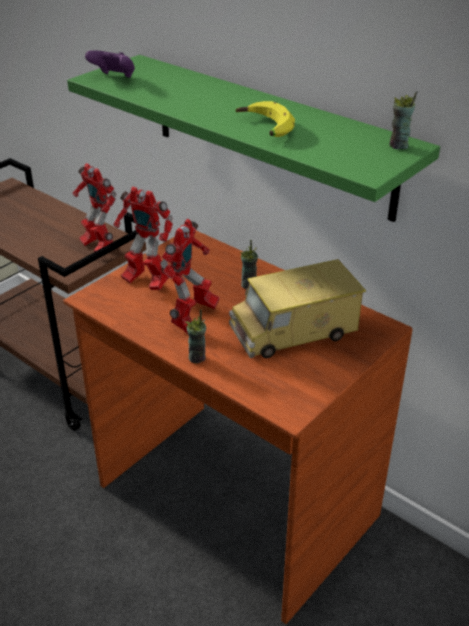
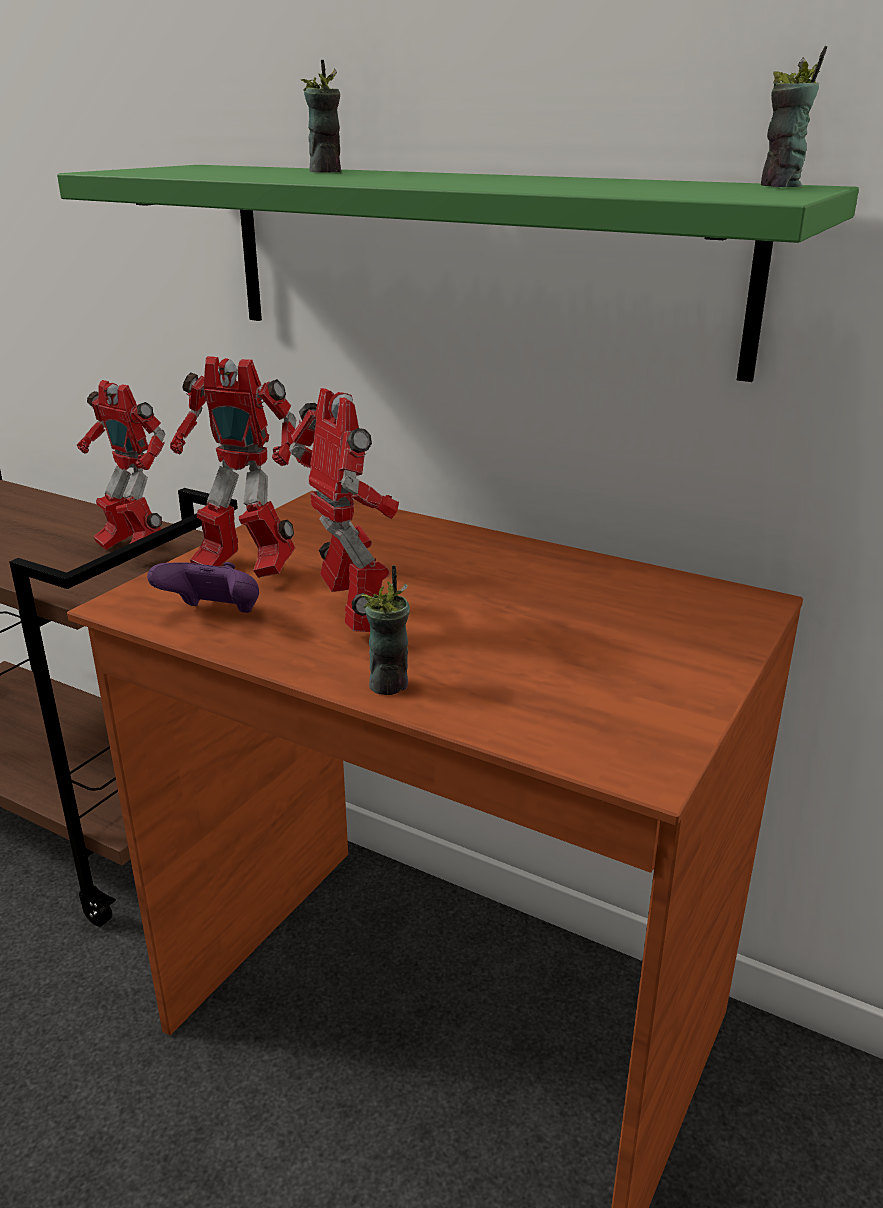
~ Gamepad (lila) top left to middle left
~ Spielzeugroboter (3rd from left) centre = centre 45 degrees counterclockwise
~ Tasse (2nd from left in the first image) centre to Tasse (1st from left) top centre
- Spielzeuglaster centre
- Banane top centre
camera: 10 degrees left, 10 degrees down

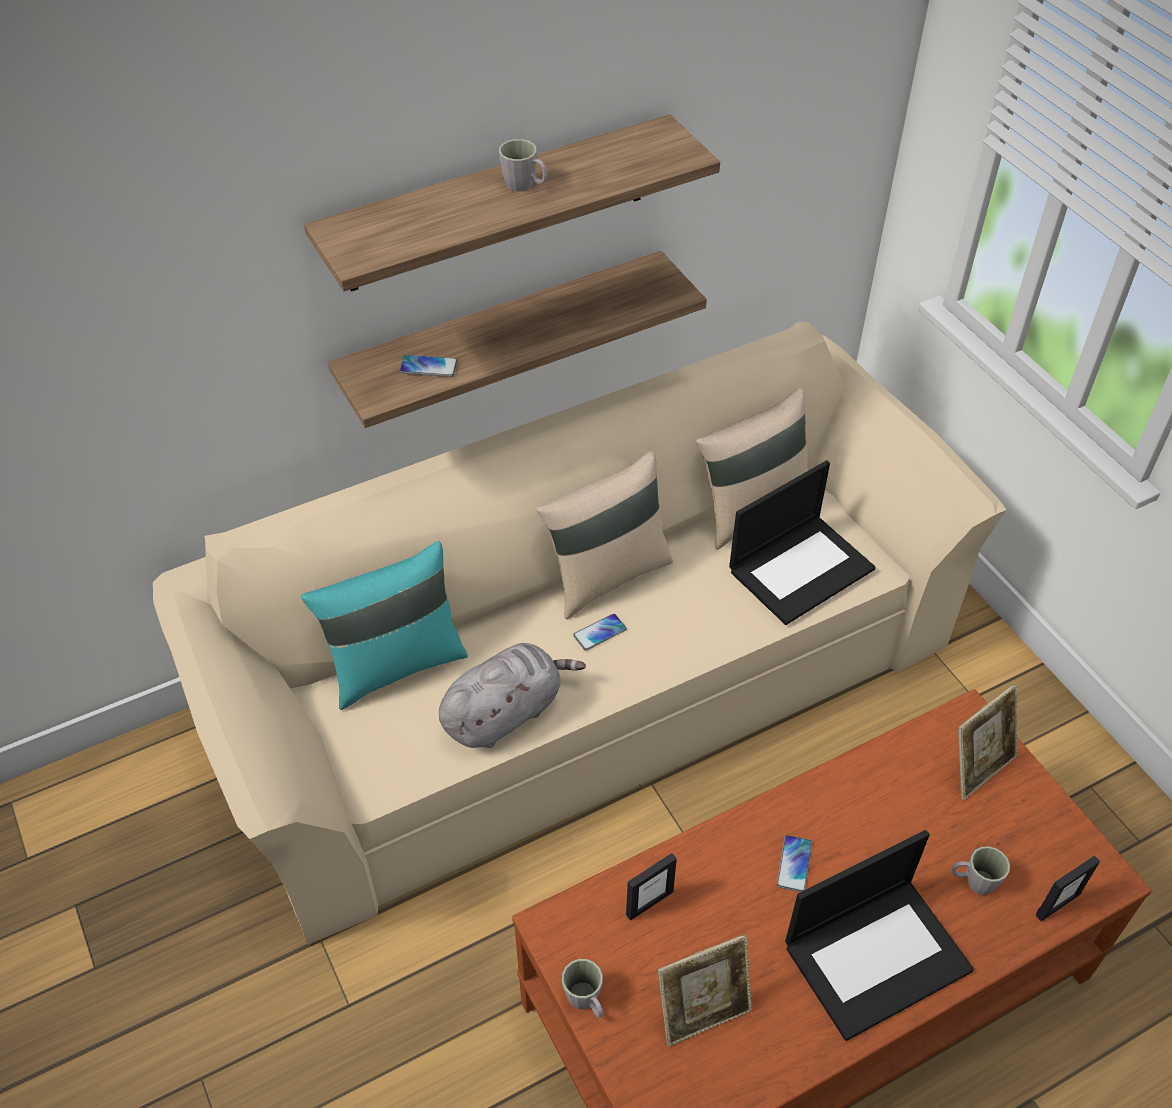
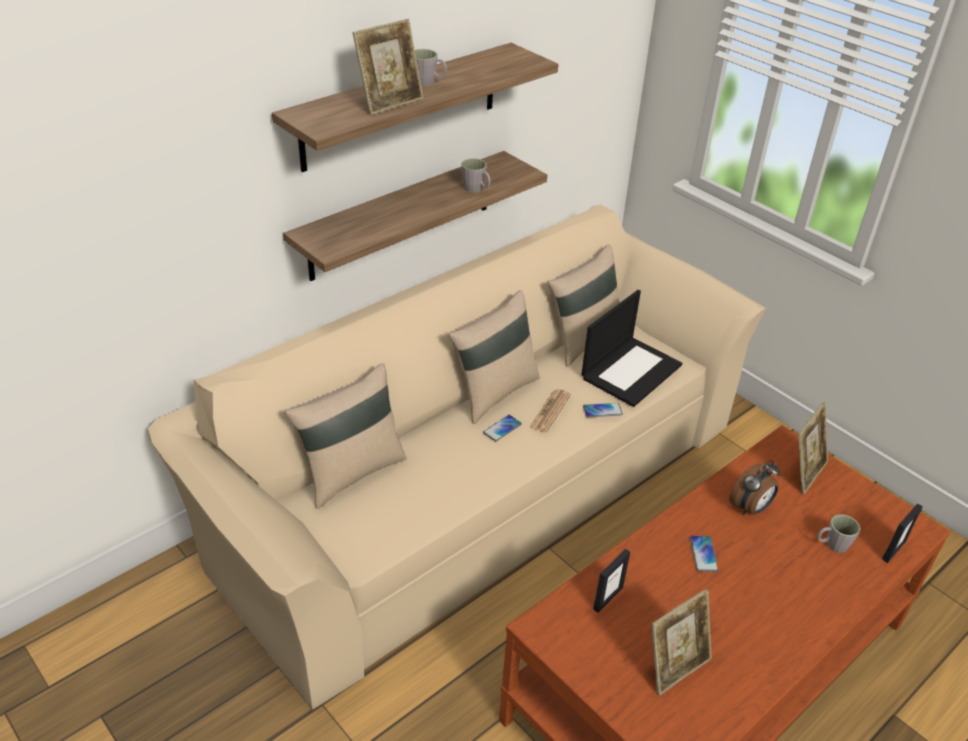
~ Kissen (türkis) middle left to Kissen (beige) (1st from left) centre
+ Bilderrahmen (1st from left) top centre
~ Henkelbecher (grau) (2nd from left) bottom centre to top centre
+ Zeitung centre
~ Handy (1st from left in the first image) top centre to Handy (2nd from left) centre
+ Wecker middle right
- Plüschtier (grau) centre
- Laptop (2nd from left) bottom right
camera: 15 degrees left, 10 degrees down

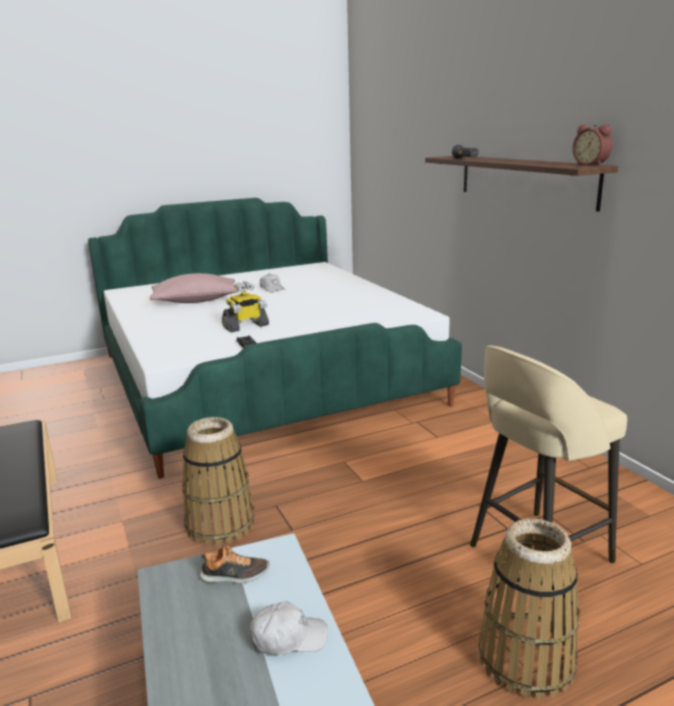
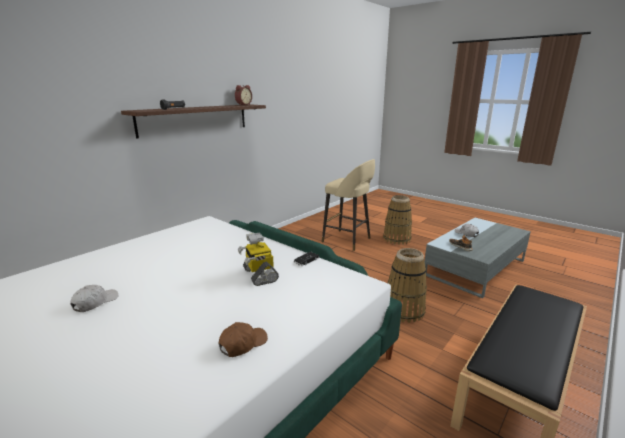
+ Kappe (braun) bottom centre
~ Spielzeugroboter centre = centre 150 degrees counterclockwise
- Kissen (rosa) middle left
camera: 115 degrees left, 0 degrees up

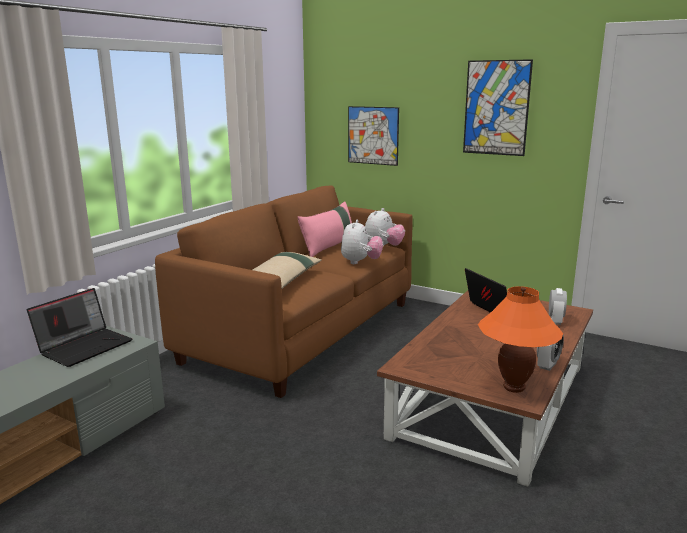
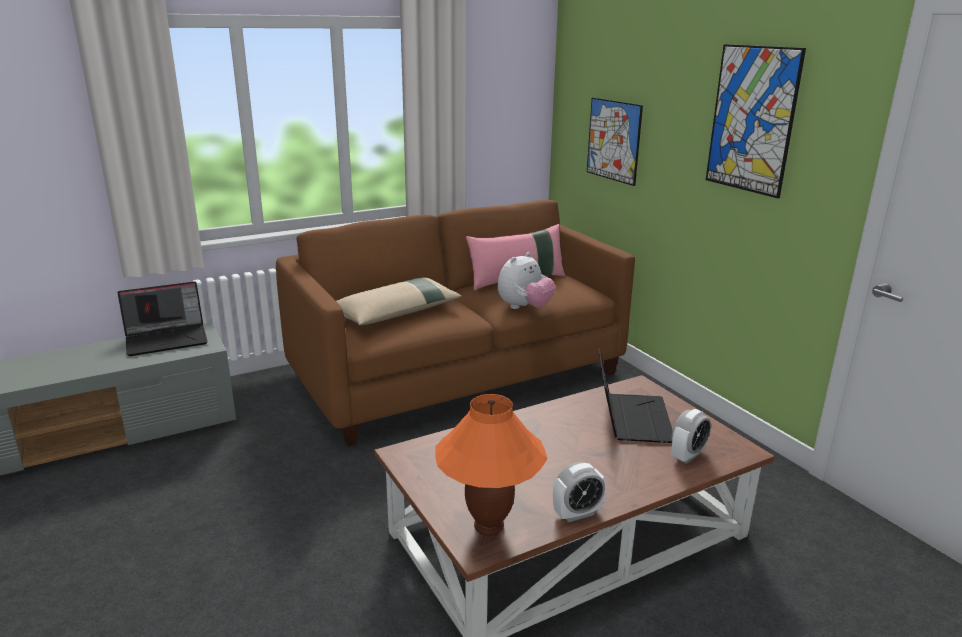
- Plüschtier (2nd from left) centre
camera: 30 degrees right, 5 degrees up

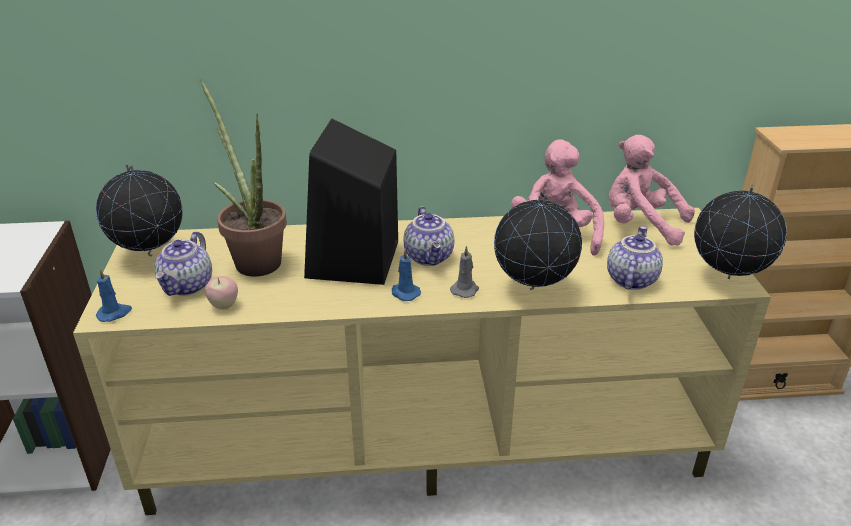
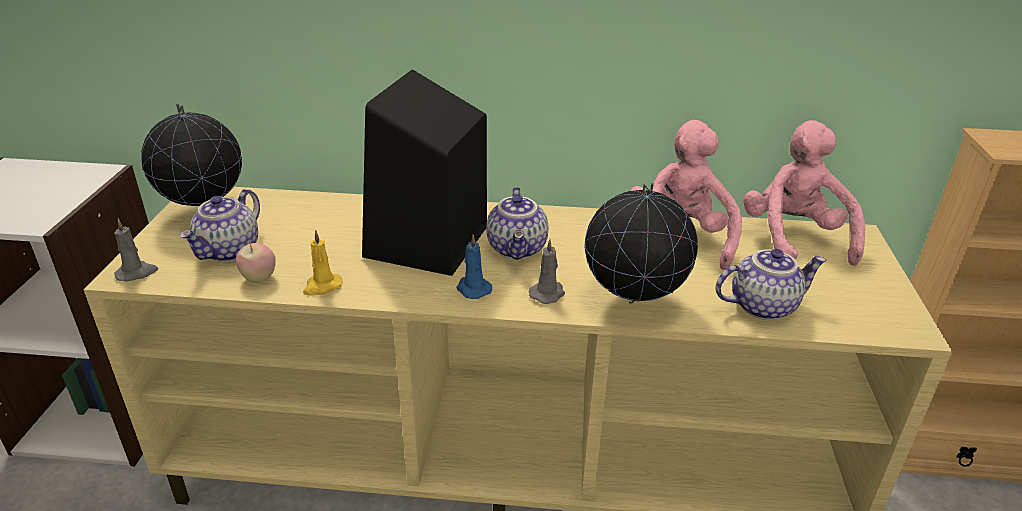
~ Kerze (blau) (1st from left) middle left to Kerze (grau) (1st from left) middle left
+ Kerze (gelb) middle left
~ Teekanne (3rd from left) middle right = middle right 45 degrees clockwise
~ Plüschtier (rosa) (2nd from left) middle right = middle right 45 degrees clockwise
- Topfpflanze middle left
- Globus (3rd from left) middle right
camera: 10 degrees right, 0 degrees up

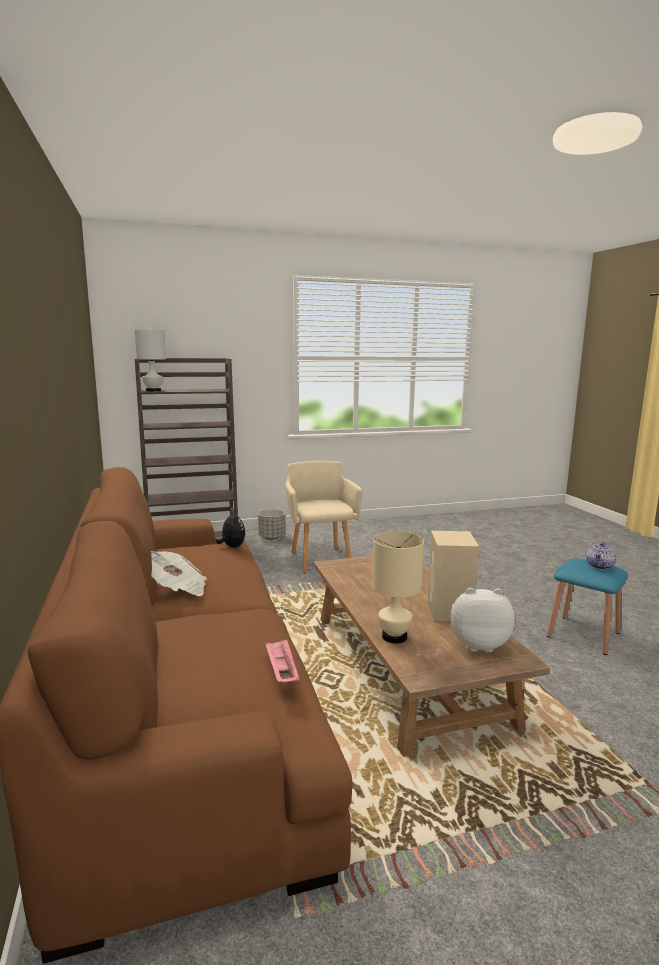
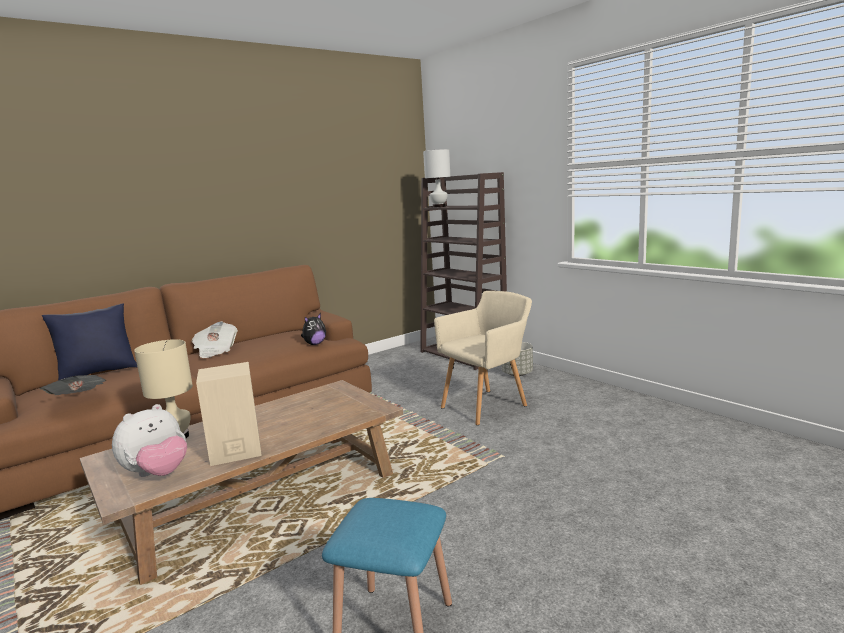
~ Tablett (rosa) bottom centre to Zeitung (1st from left) middle left
+ Kissen (blau) middle left
~ Plüschtier (2nd from left in the first image) middle right = bottom left 60 degrees clockwise
- Teekanne middle right
camera: 70 degrees right, 0 degrees up

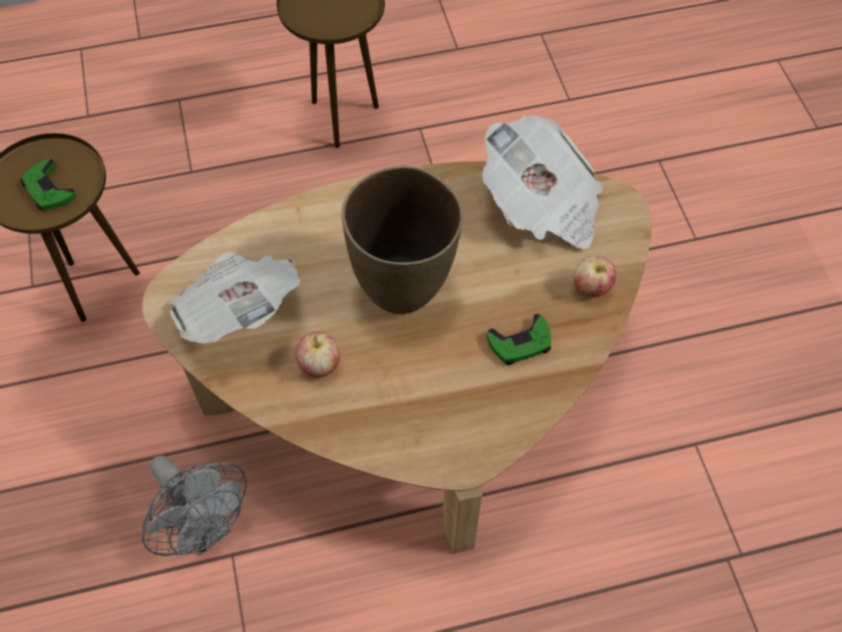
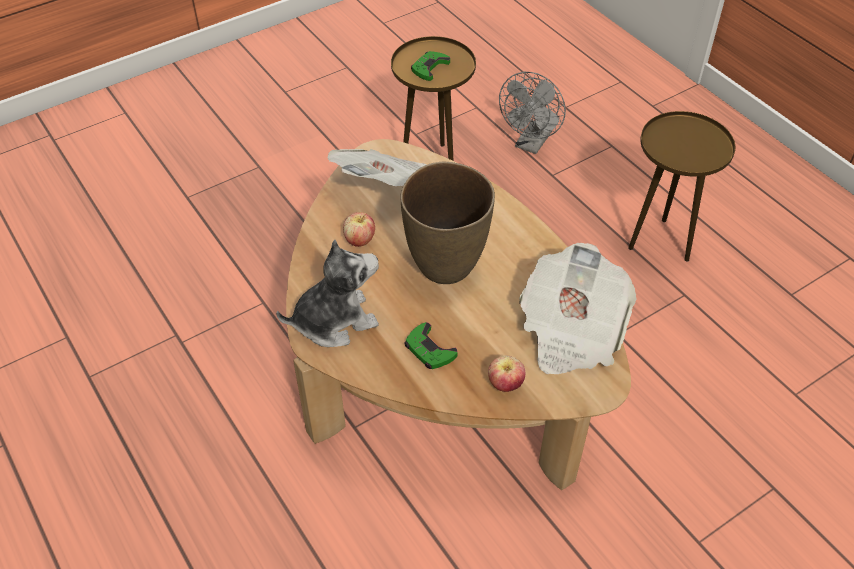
+ Plüschtier centre
~ Ventilator (grau) bottom left to top centre
camera: 70 degrees right, 10 degrees down

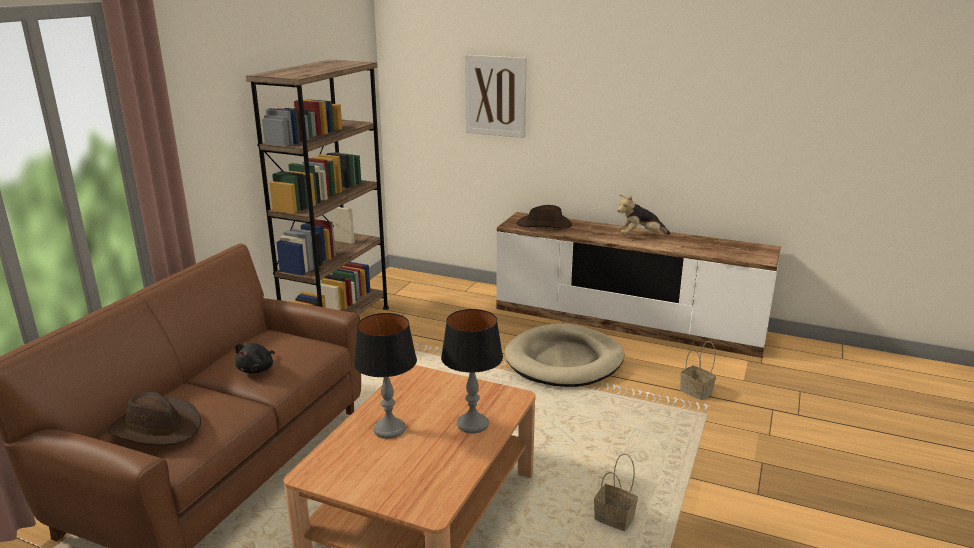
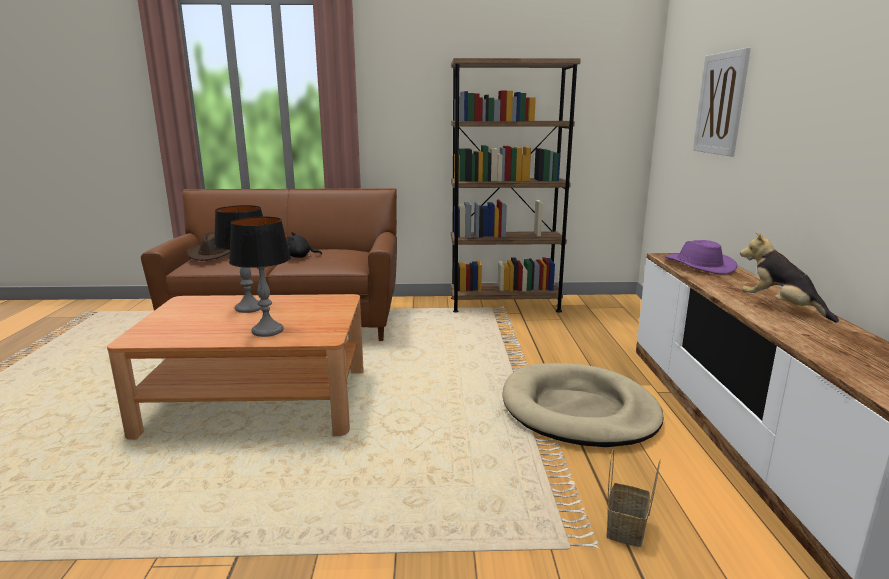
~ Hut (braun) (2nd from left) centre to Hut (lila) middle right
- Korb (1st from left) bottom centre
camera: 65 degrees right, 5 degrees down

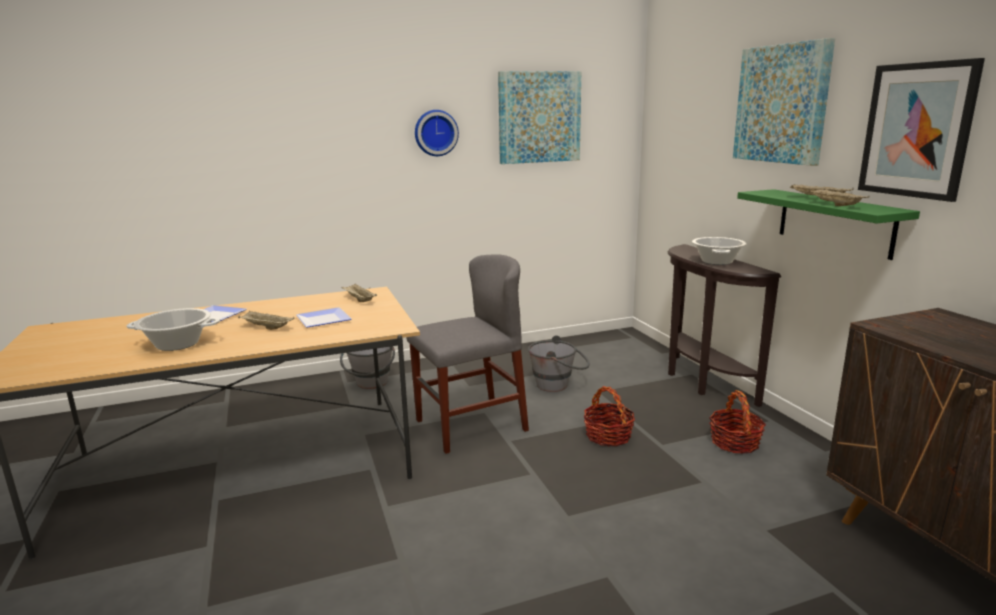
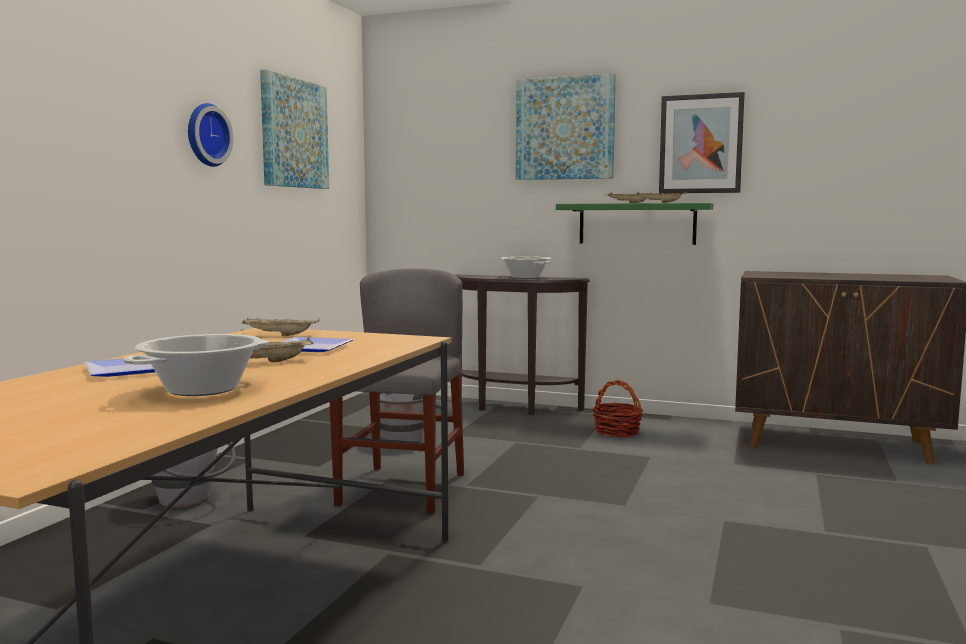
- Korb (1st from left) bottom centre
camera: 50 degrees left, 10 degrees down

